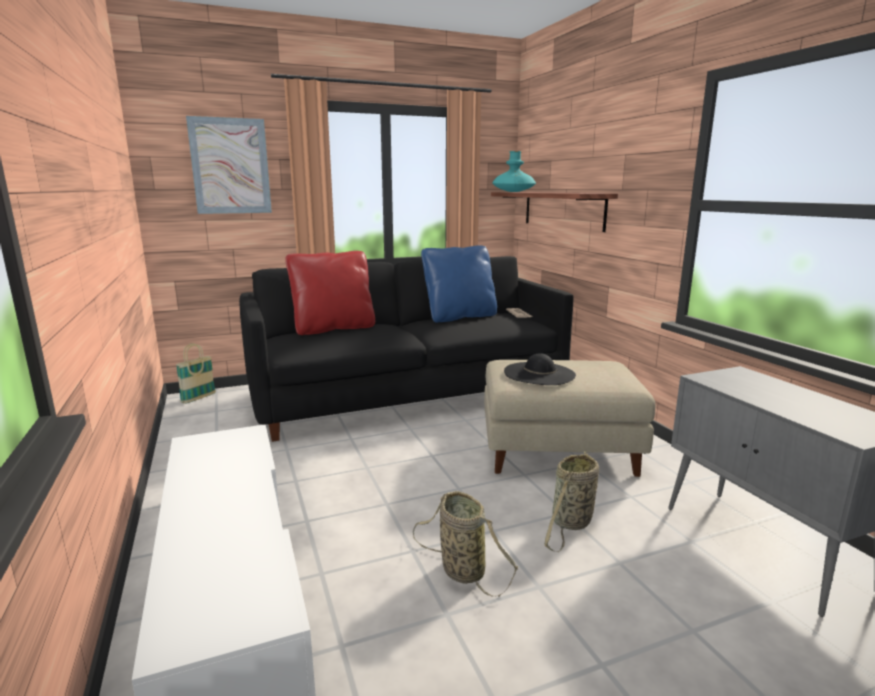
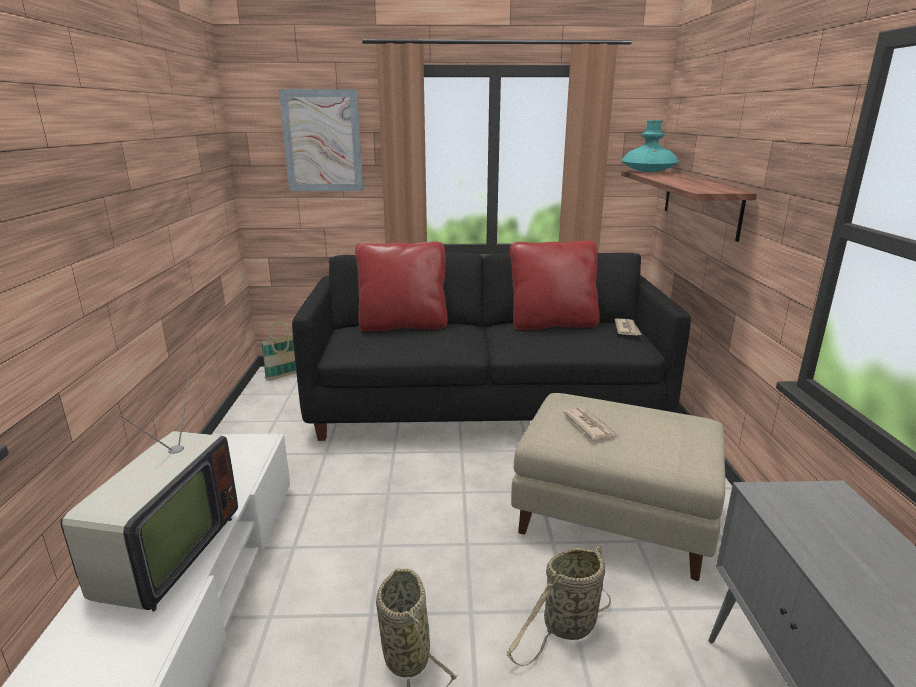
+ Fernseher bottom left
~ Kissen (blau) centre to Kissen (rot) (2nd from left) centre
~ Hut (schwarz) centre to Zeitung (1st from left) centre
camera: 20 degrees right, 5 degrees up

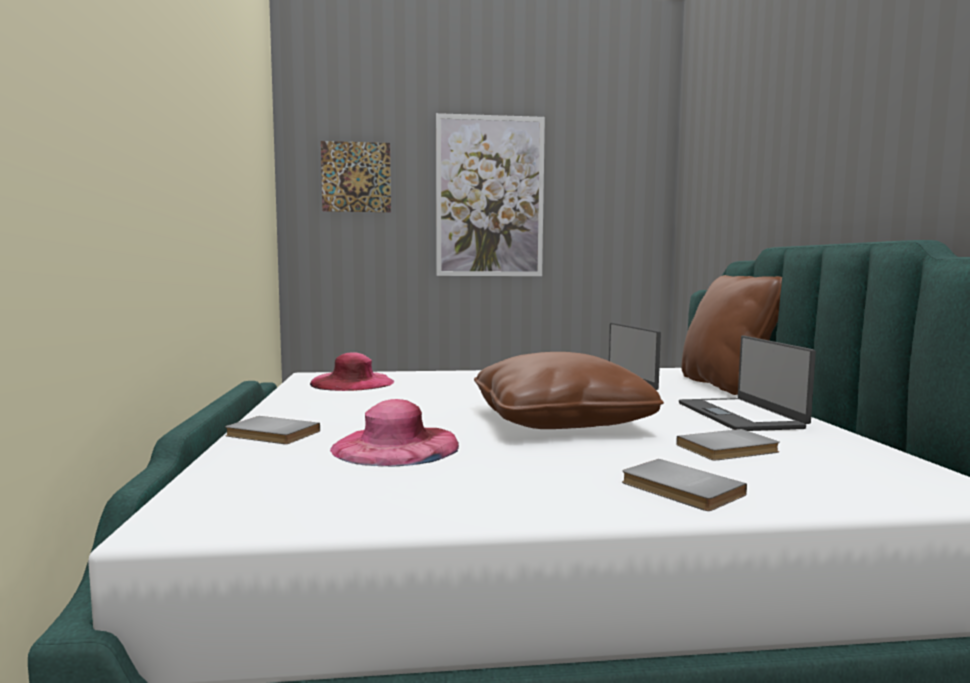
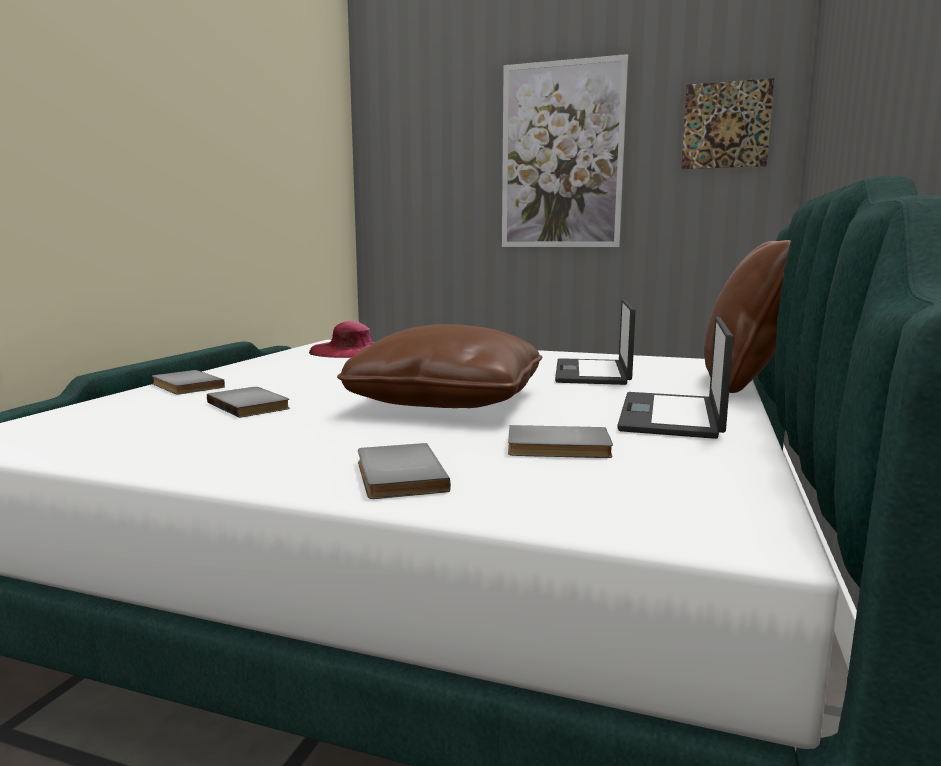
~ Hut (rosa) (2nd from left) centre to Buch (grau) (2nd from left) middle left
~ Bild (1st from left in the first image) top centre to Bild (2nd from left) top right
camera: 25 degrees right, 5 degrees up

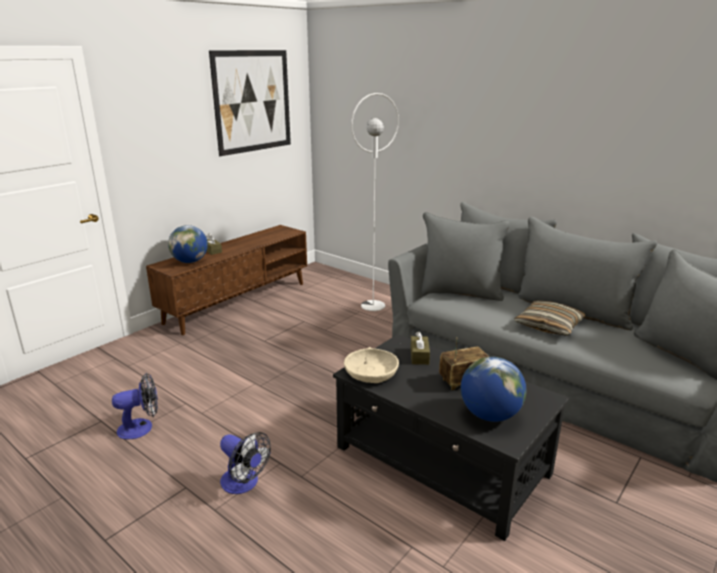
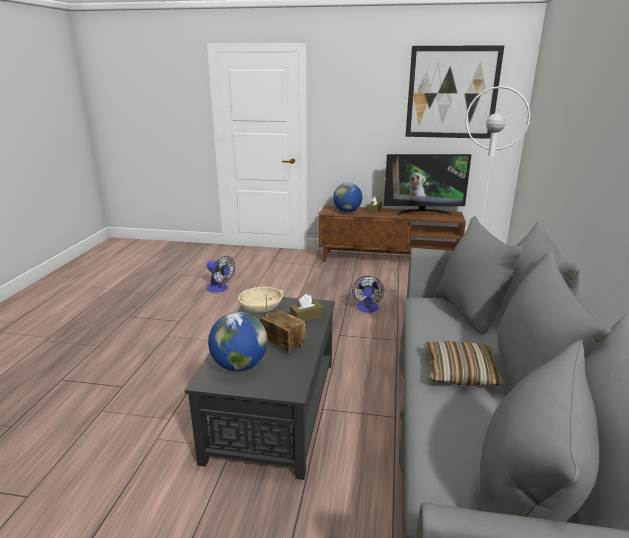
~ Ventilator (2nd from left) bottom centre to centre
+ Fernseher middle right
camera: 60 degrees right, 0 degrees up

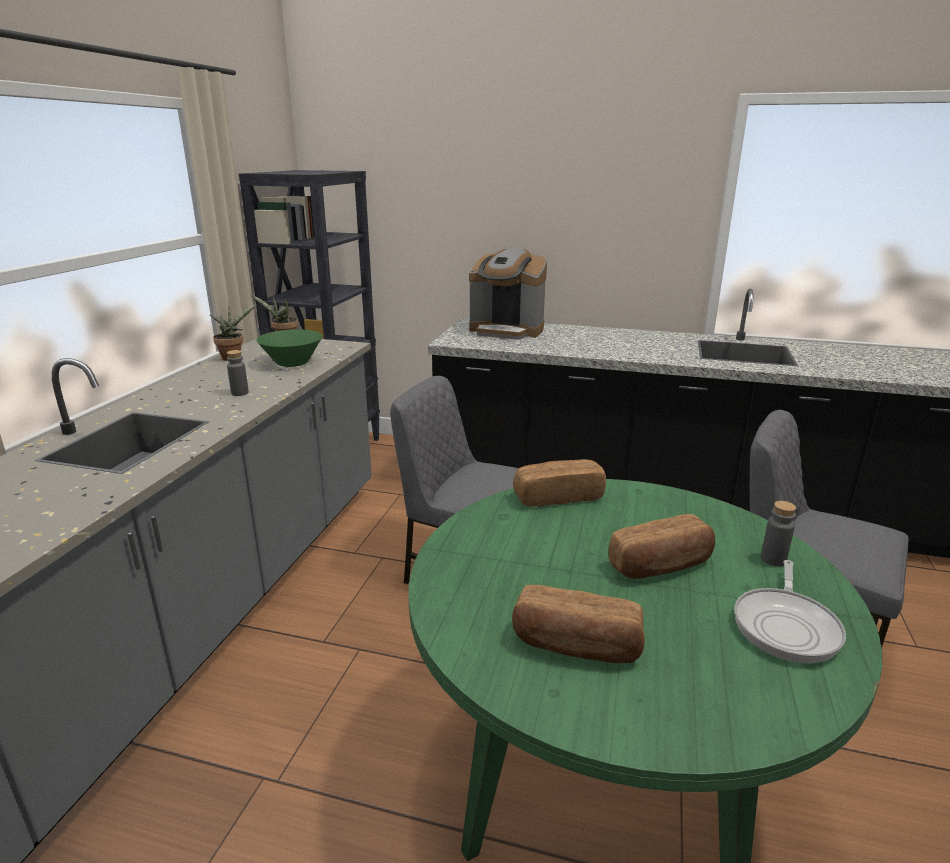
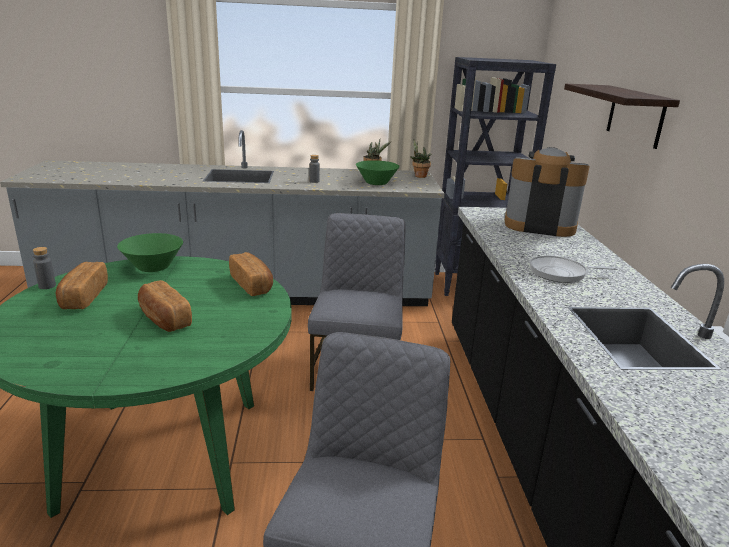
~ Flasche (grau) (2nd from left in the first image) middle right to Flasche (grau) (1st from left) middle left
+ Schüssel (grün) (1st from left) middle left
~ Kaffeemaschine centre = middle right 105 degrees clockwise
~ Pfanne bottom right to middle right
+ Wandregal top right
camera: 70 degrees right, 0 degrees up

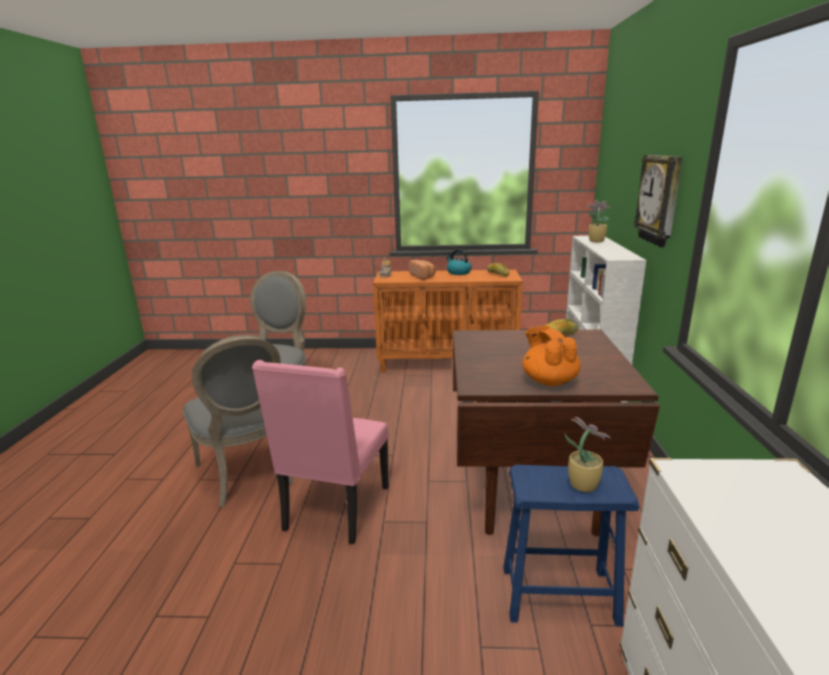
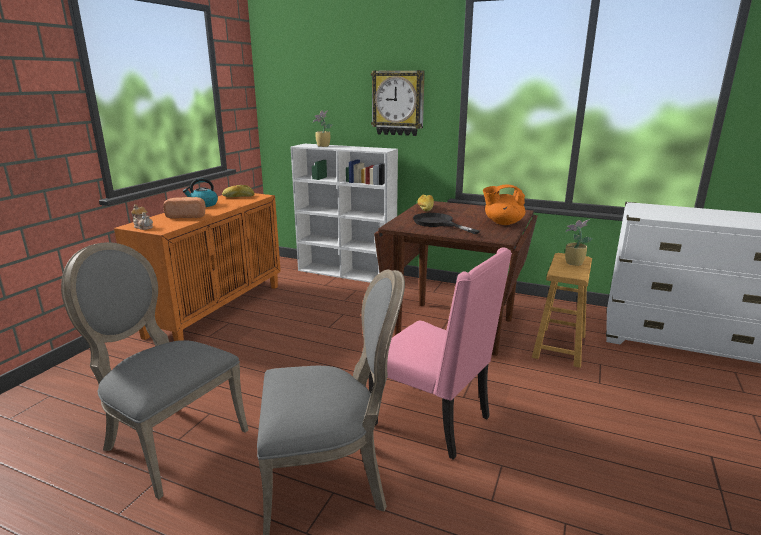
+ Pfanne (schwarz) centre
~ Hocker (blau) bottom right to Hocker (braun) middle right
camera: 70 degrees left, 0 degrees up

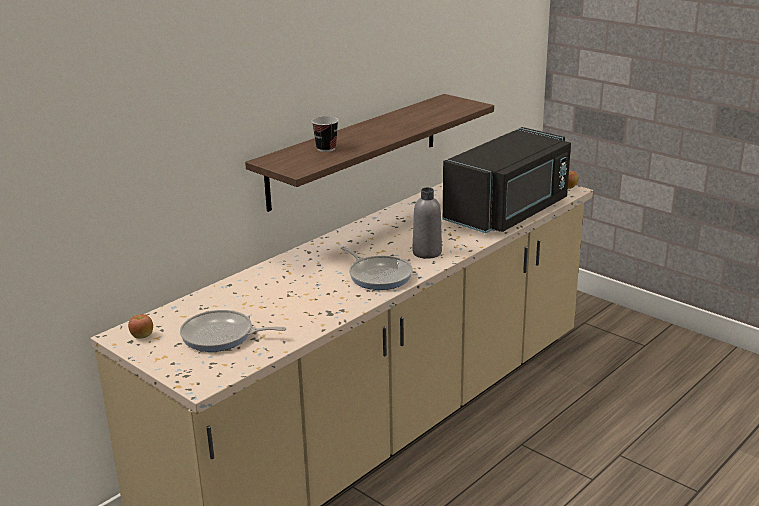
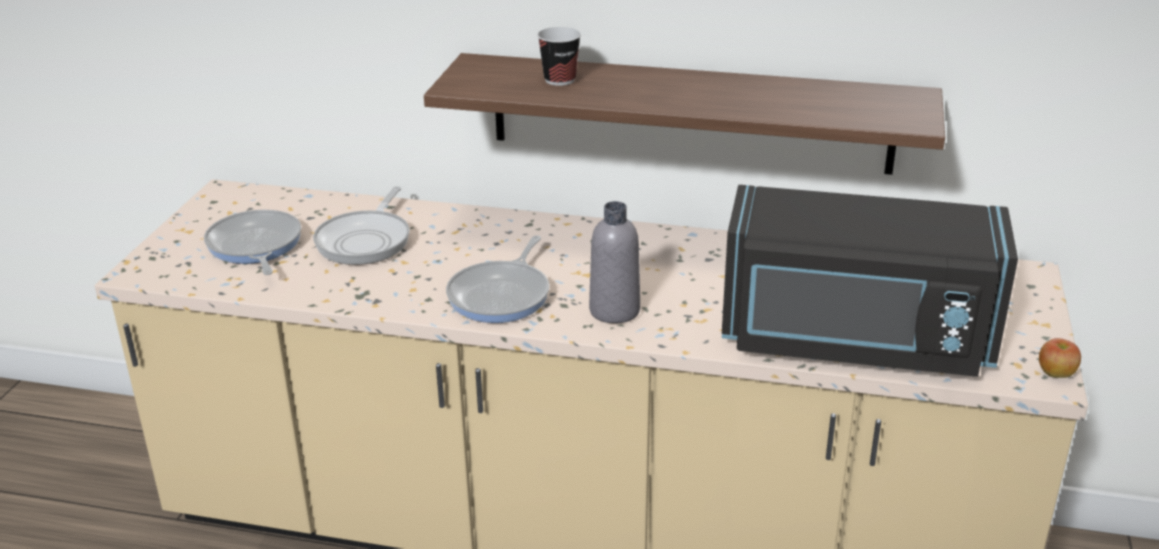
+ Pfanne (2nd from left) middle left
- Apfel (1st from left) middle left
camera: 60 degrees right, 5 degrees up

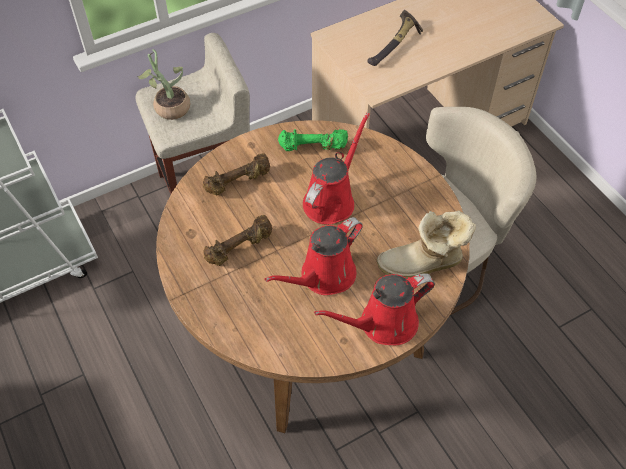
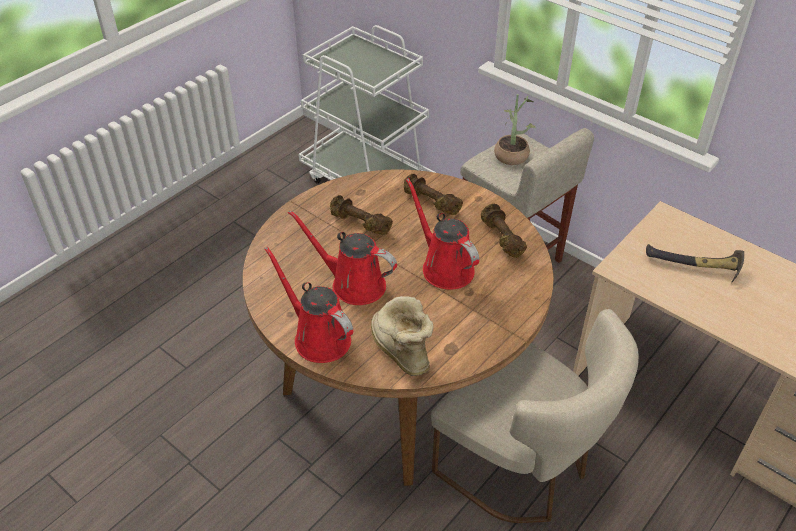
~ Gießkanne (rot) (2nd from left in the first image) centre = centre 135 degrees counterclockwise
~ Hantel (grün) top centre to Hantel (braun) (3rd from left) centre
camera: 70 degrees right, 10 degrees down

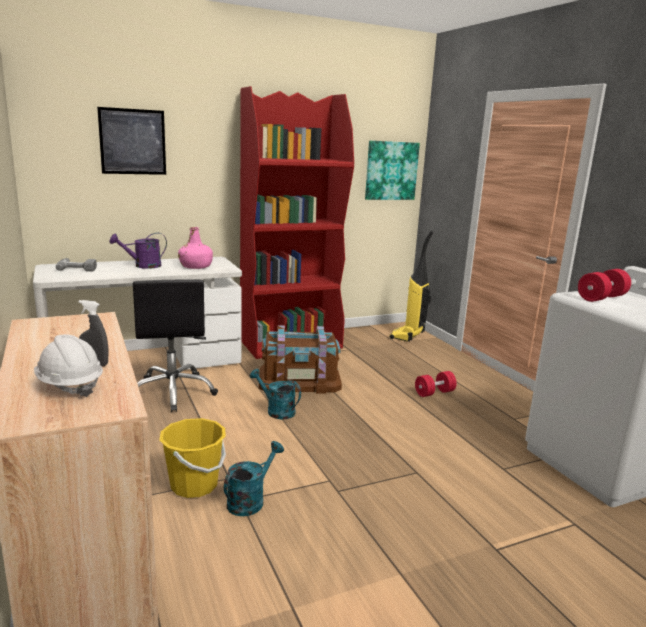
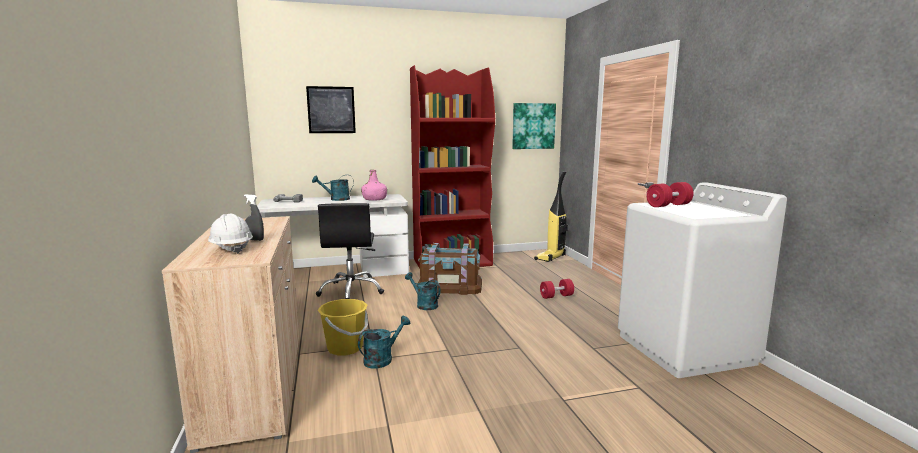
~ Gießkanne (lila) middle left to Gießkanne (türkis) (1st from left) centre
camera: 10 degrees right, 5 degrees down

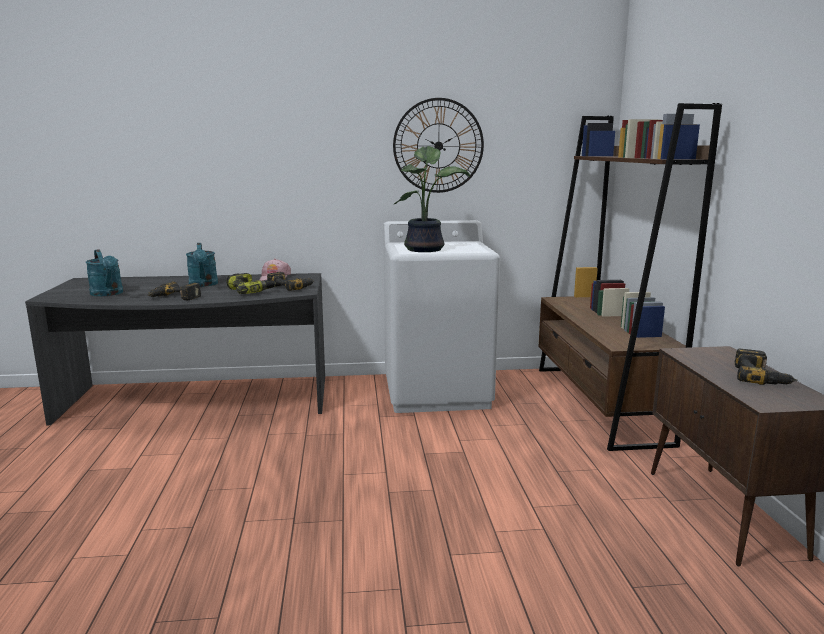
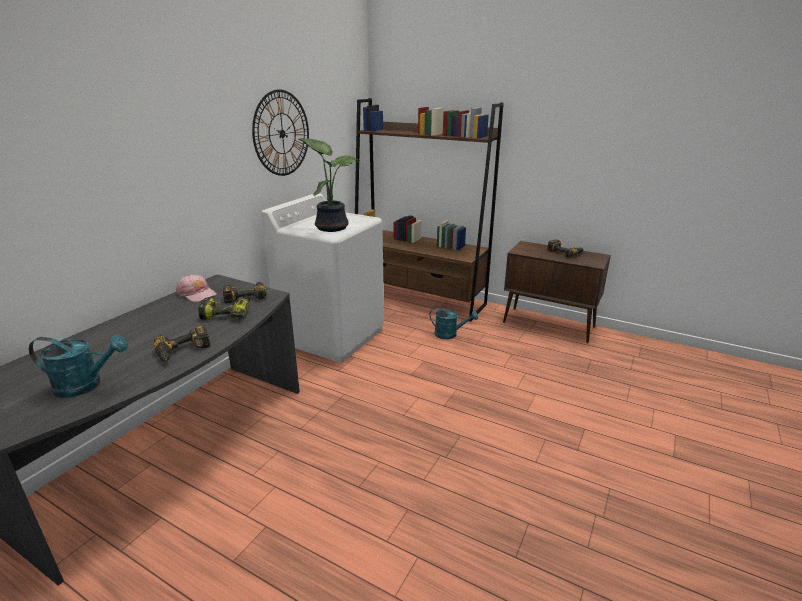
~ Gießkanne (türkis) (2nd from left) middle left to centre
camera: 55 degrees left, 10 degrees up

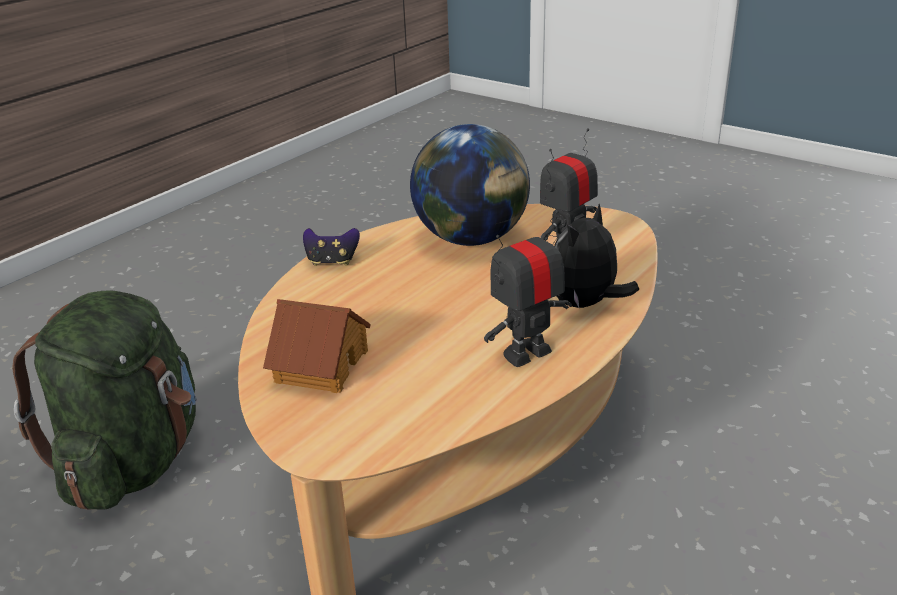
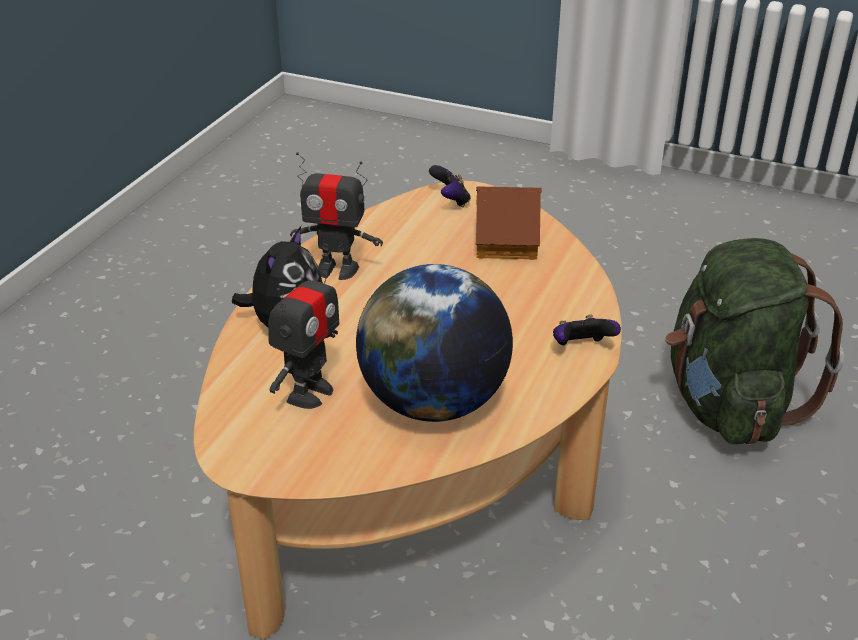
~ Spielzeugroboter (1st from left in the first image) centre = centre 60 degrees clockwise
+ Gamepad (1st from left) top centre
camera: 165 degrees right, 5 degrees up

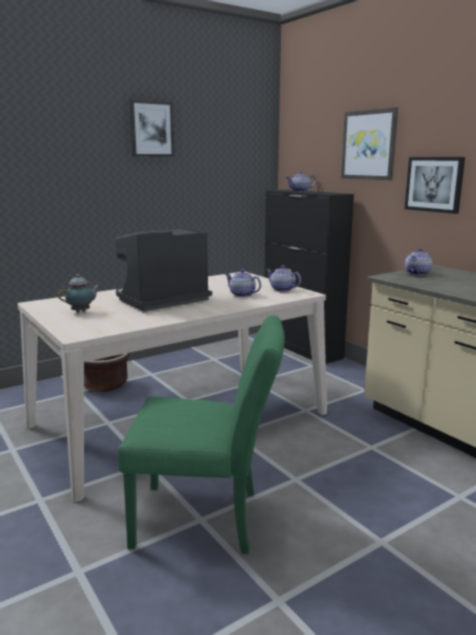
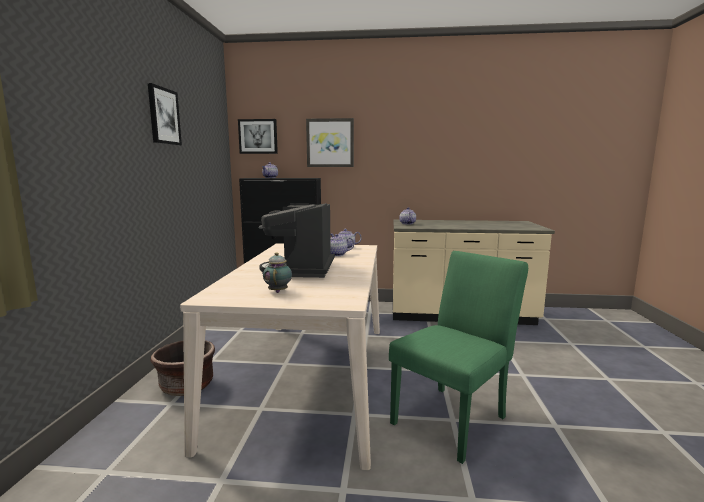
~ Bild (3rd from left in the first image) top right to Bild (2nd from left) top centre
camera: 50 degrees left, 5 degrees down

